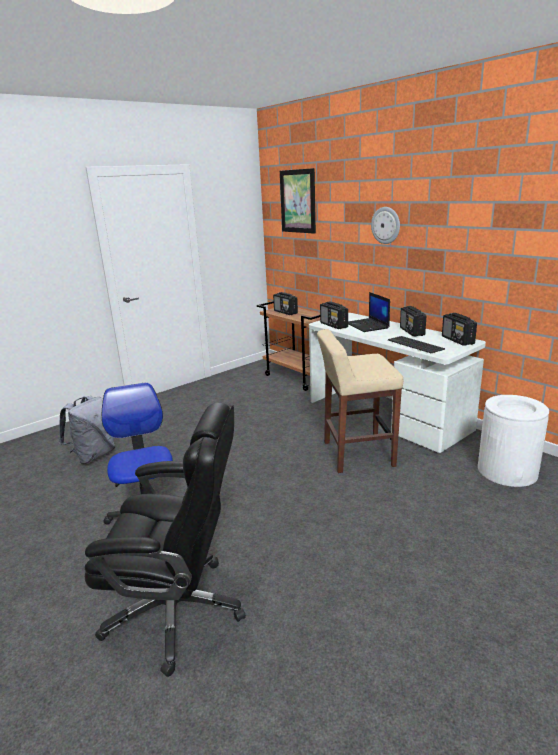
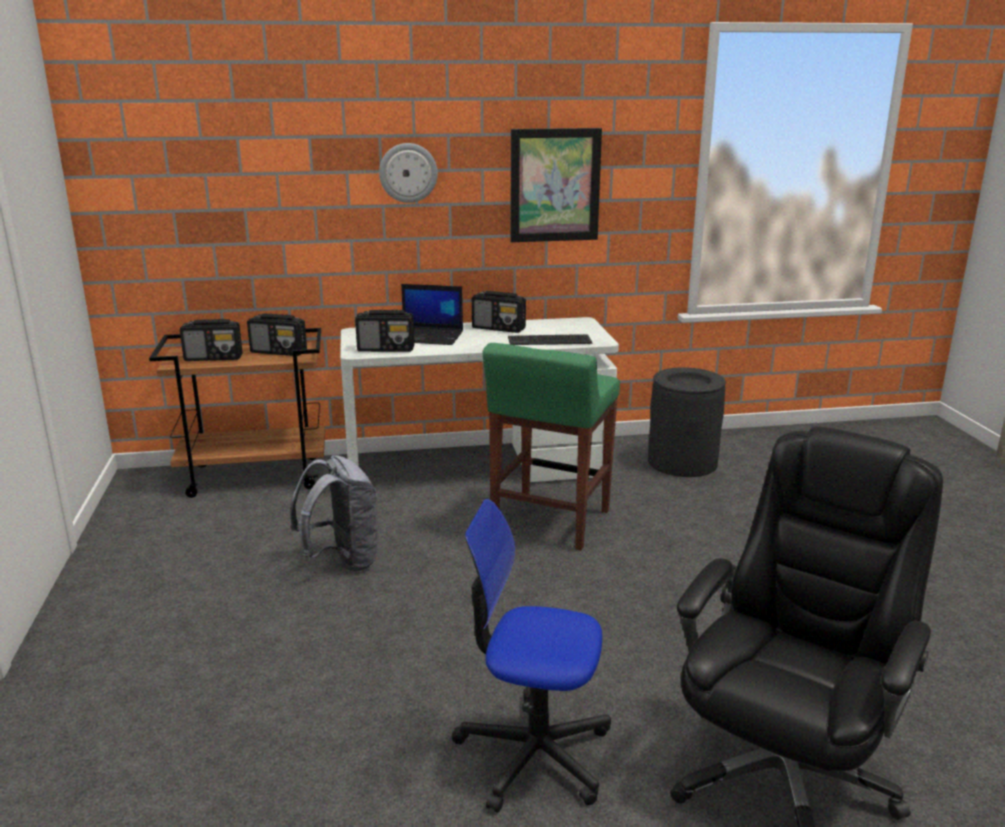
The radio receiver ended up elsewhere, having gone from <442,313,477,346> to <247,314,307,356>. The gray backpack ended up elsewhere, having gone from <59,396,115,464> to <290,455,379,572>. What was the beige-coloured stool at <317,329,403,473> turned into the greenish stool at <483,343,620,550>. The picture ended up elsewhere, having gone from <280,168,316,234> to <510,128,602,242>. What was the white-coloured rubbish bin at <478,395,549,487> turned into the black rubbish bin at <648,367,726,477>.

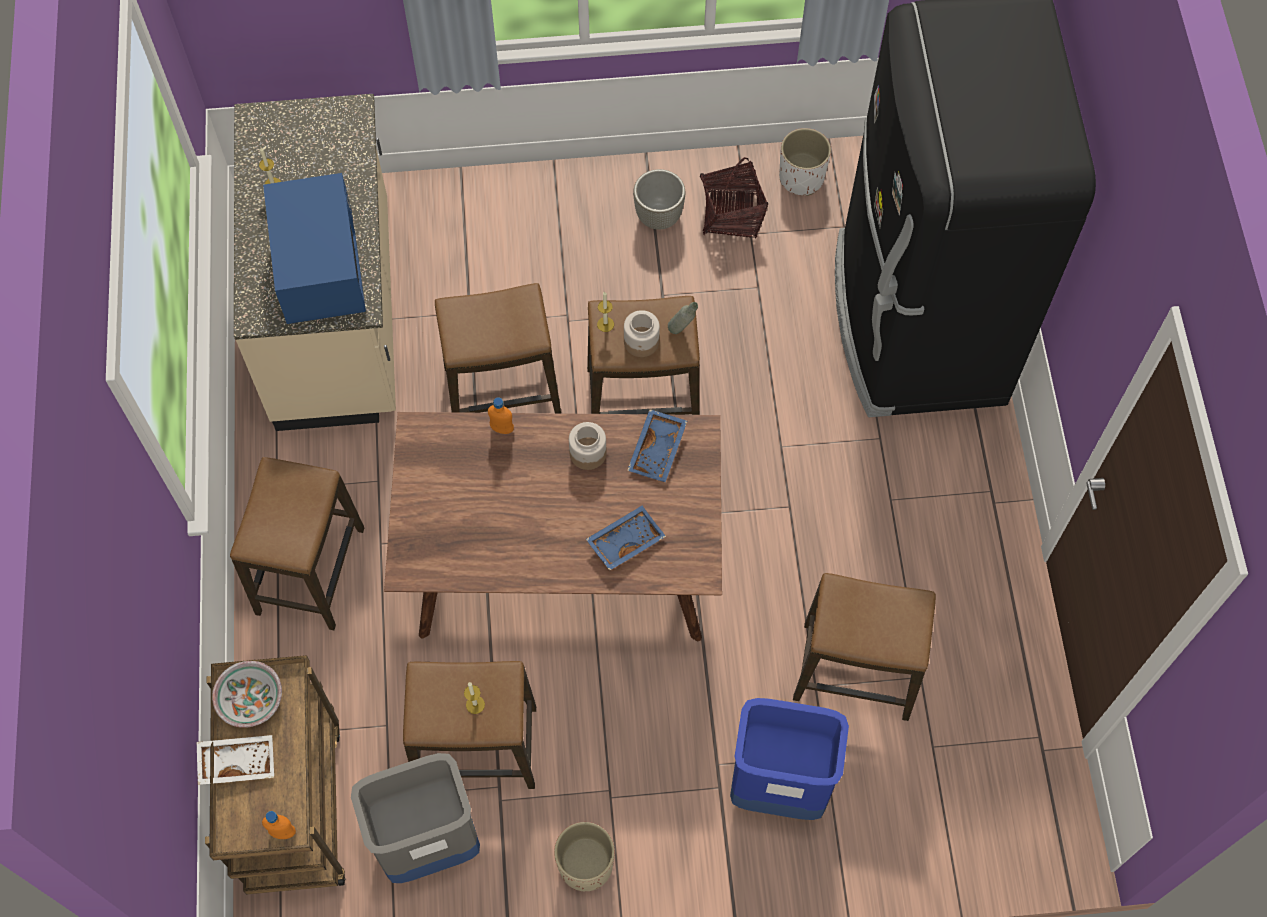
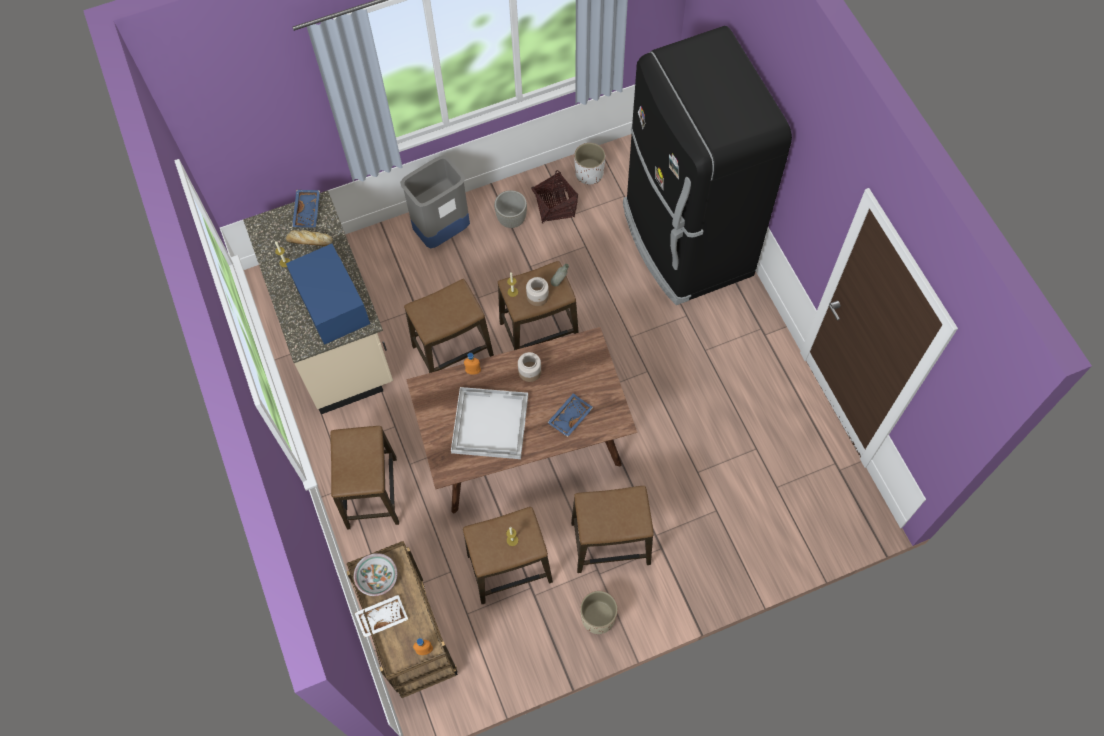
The second view gained the bread at <286,230,333,246>. The blue carrying tray ended up elsewhere, having gone from <627,409,687,482> to <292,190,320,227>. The gray rubbish bin ended up elsewhere, having gone from <351,753,480,883> to <400,155,470,248>. The second view gained the white-coloured carrying tray at <451,387,528,459>. The stool ended up elsewhere, having gone from <793,573,936,721> to <571,486,654,573>. The second view lost the blue rubbish bin at <730,698,849,820>.

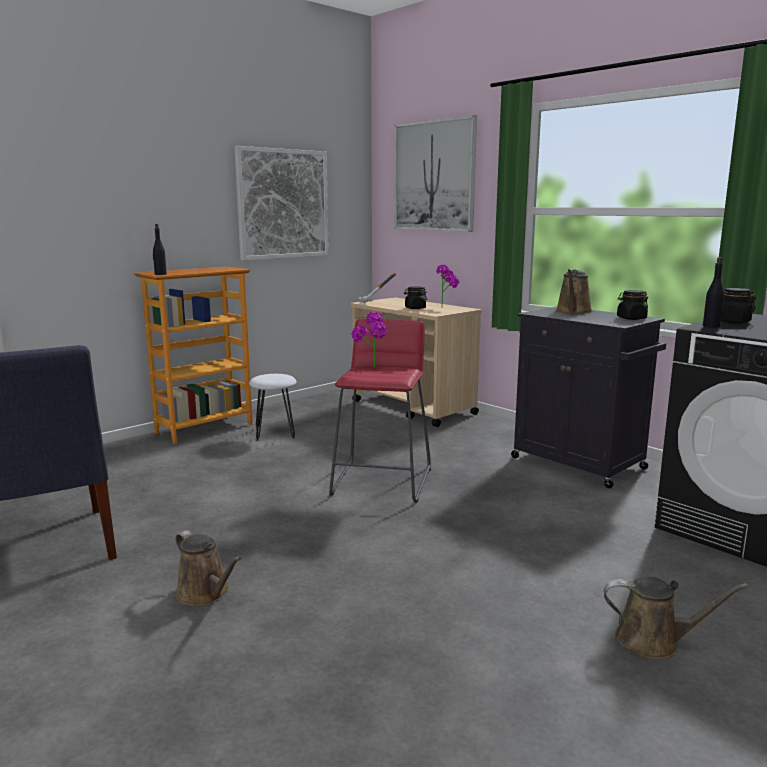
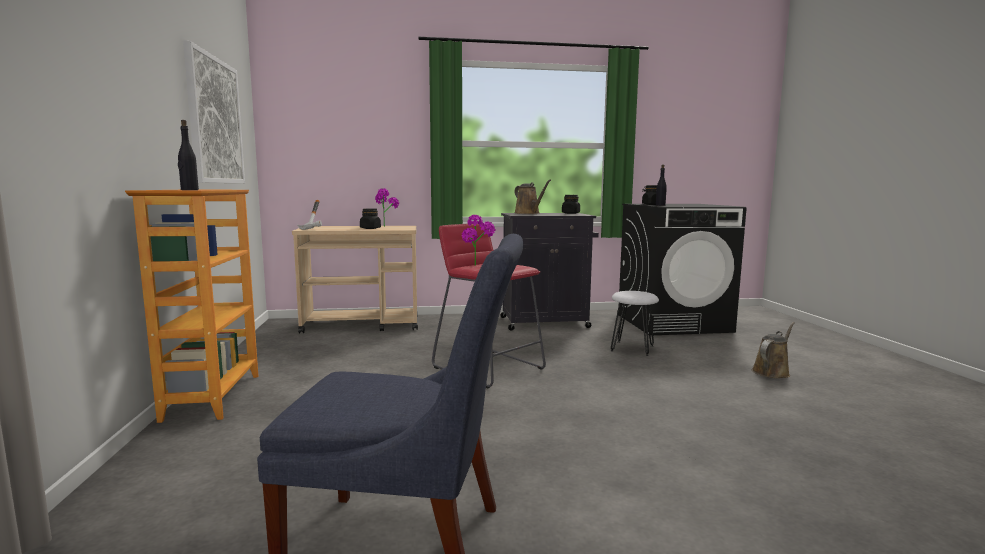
The white-coloured stool ended up elsewhere, having gone from <249,374,297,441> to <611,291,659,356>. The second view lost the brownish sprinkling can at <176,530,242,606>. The second view lost the picture at <394,115,477,232>.

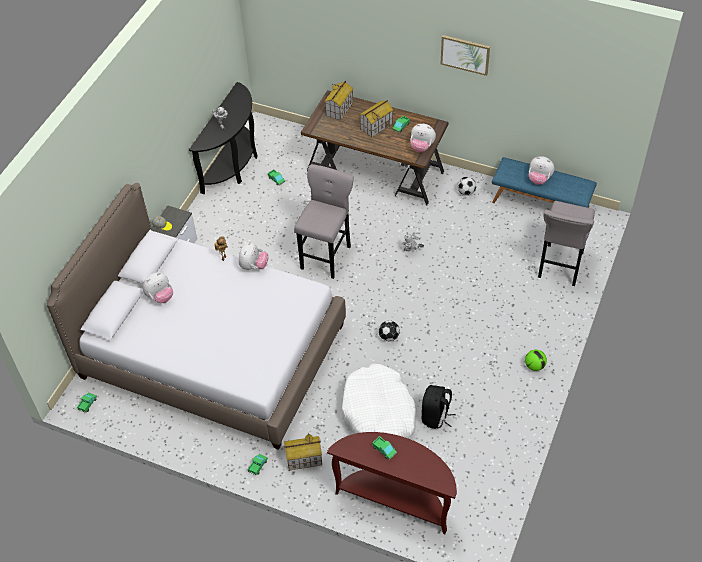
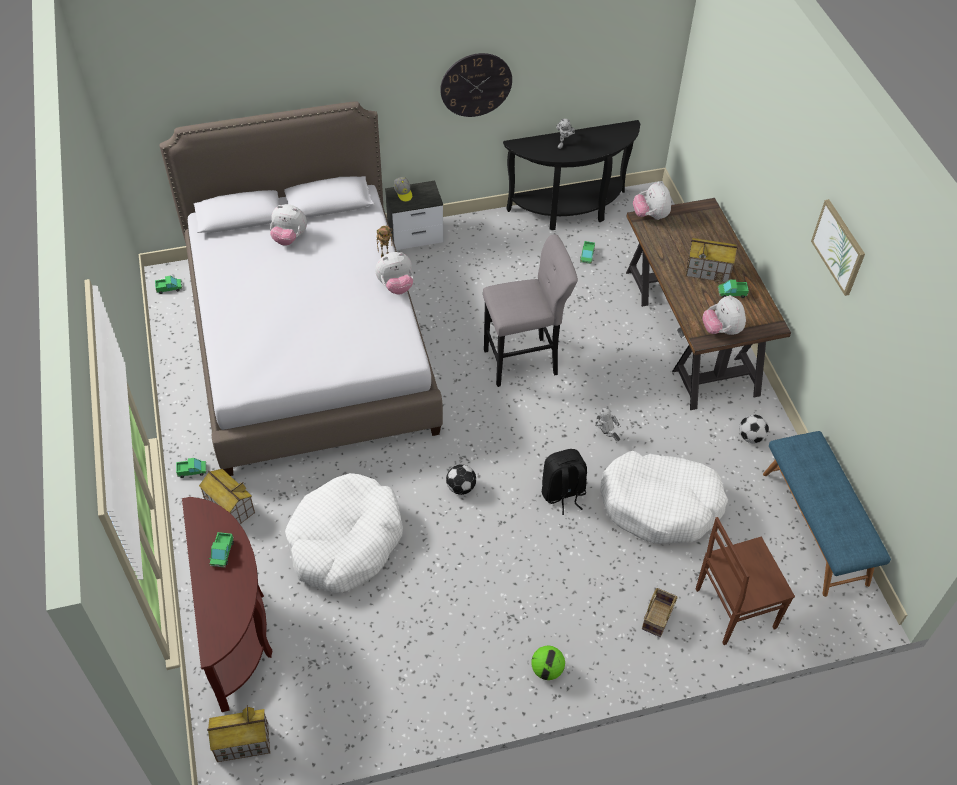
The model house ended up elsewhere, having gone from <324,81,353,121> to <207,705,270,762>. The second view gained the wall clock at <440,53,512,117>. The black backpack ended up elsewhere, having gone from <422,385,455,429> to <542,449,587,515>. The second view gained the white-coloured dog bed at <600,451,728,544>. The cuddly toy ended up elsewhere, having gone from <529,156,555,185> to <633,181,671,220>. The second view gained the basket at <642,588,678,637>. Where the gray stool stood at <538,201,595,286>, the brownish chair came to stand at <696,517,795,645>.

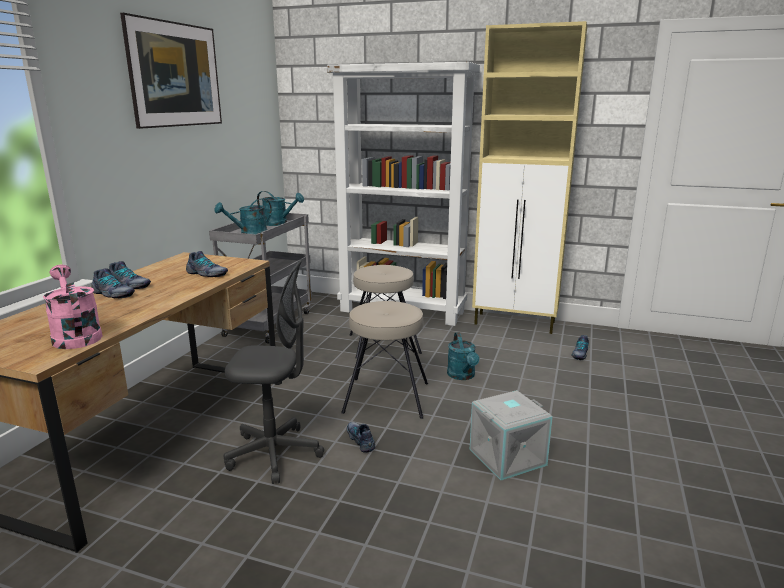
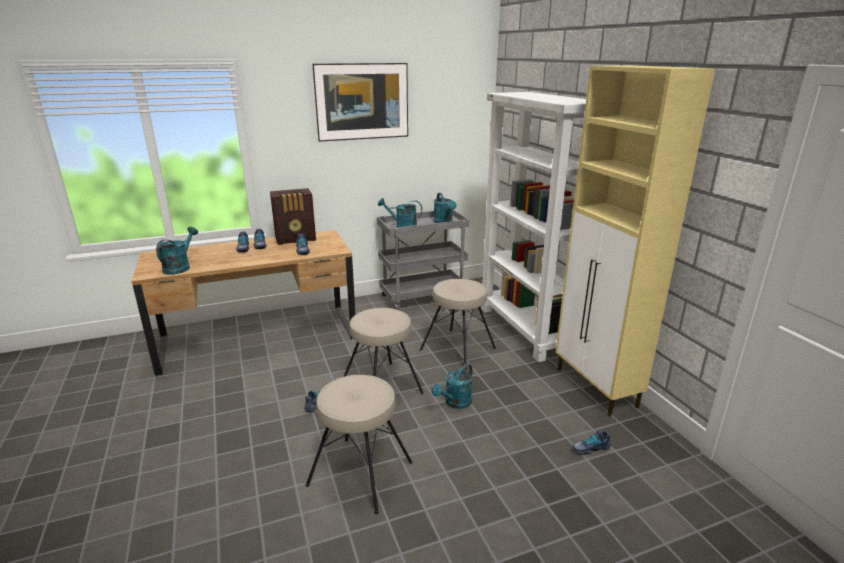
What was the pinkish sprinkling can at <43,265,103,349> turned into the blue-green sprinkling can at <156,227,198,275>. The second view gained the radio receiver at <270,188,316,245>. Where the gray storage container stood at <470,390,553,480>, the beige-coloured stool came to stand at <306,375,412,514>. The second view lost the gray desk chair at <224,259,324,484>.

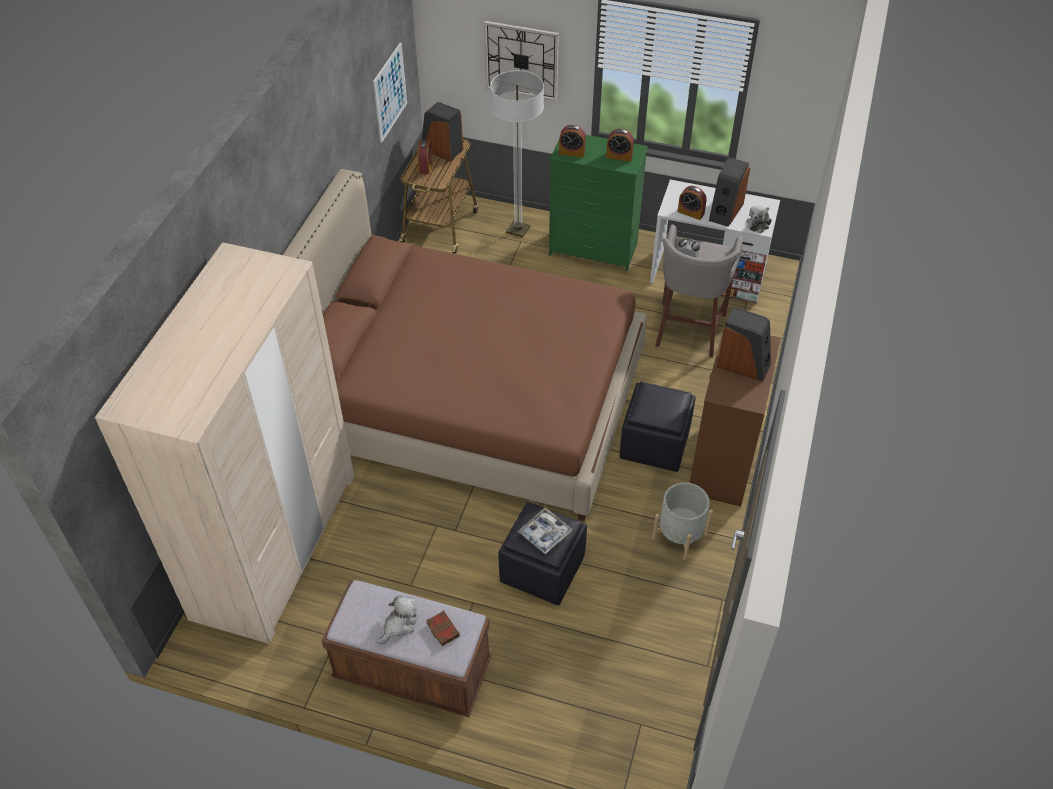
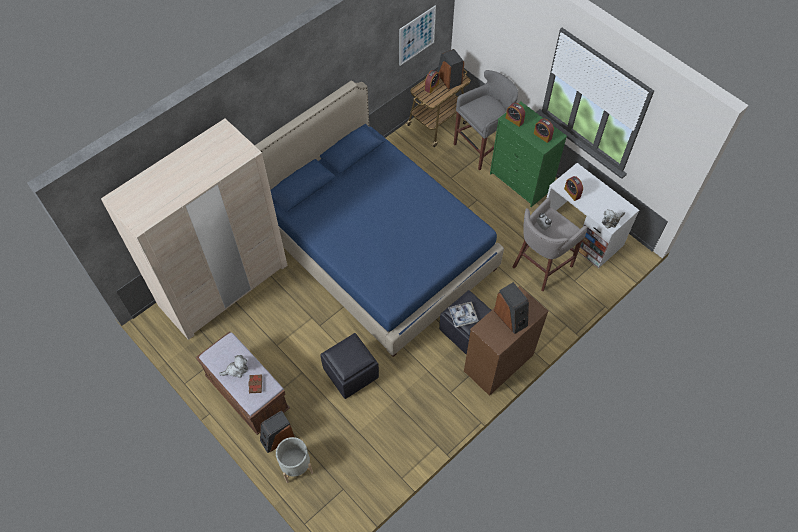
What was the brownish bedroom bed at <283,169,647,521> turned into the blue bedroom bed at <255,80,504,357>. The audio speaker ended up elsewhere, having gone from <709,157,750,227> to <260,410,295,453>. The gray planter ended up elsewhere, having gone from <652,482,713,560> to <276,437,313,483>. The carrying tray ended up elsewhere, having gone from <517,508,572,554> to <448,302,479,328>. Where the floor lamp stood at <490,70,544,238>, the gray stool came to stand at <454,70,518,171>. The second view lost the wall clock at <484,21,559,101>.

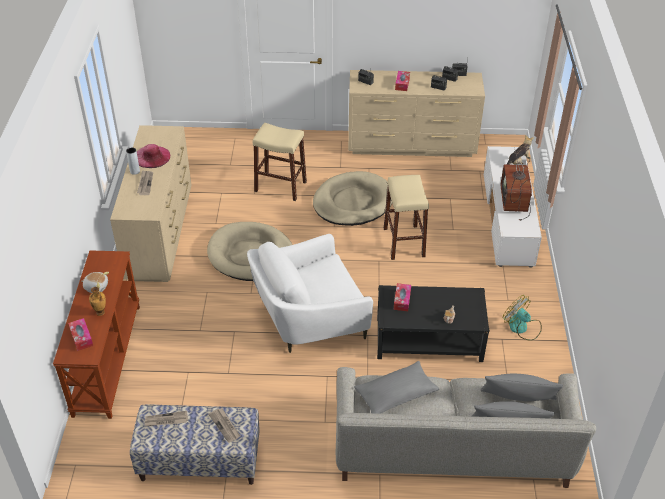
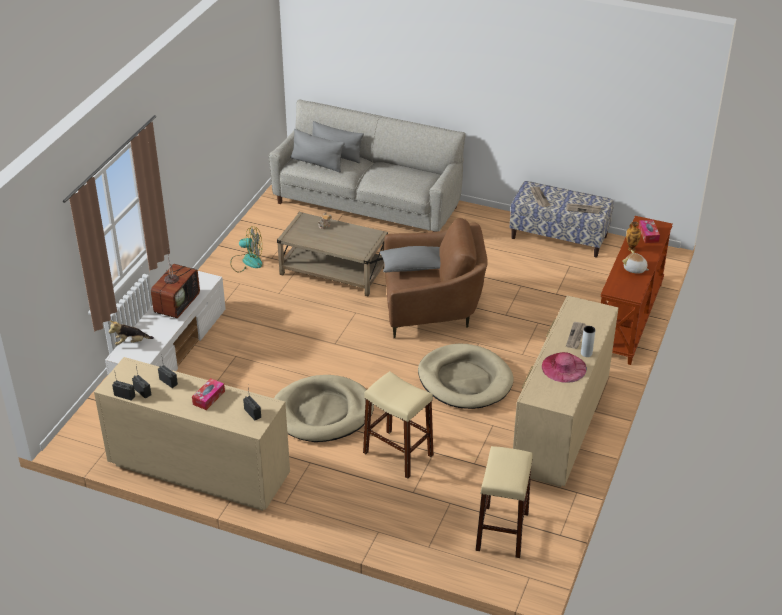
The electric fan at <503,295,542,341> ended up facing another way, 60 degrees counterclockwise from before. What was the black low table at <377,285,490,362> turned into the beige-coloured low table at <277,212,388,296>. The gray throw pillow ended up elsewhere, having gone from <354,361,439,414> to <380,246,440,273>. What was the white-coloured armchair at <247,234,373,353> turned into the brownish armchair at <384,218,488,338>. The beige-coloured stool ended up elsewhere, having gone from <384,175,429,260> to <475,446,533,558>. The second view lost the tissue holder at <394,283,411,311>.

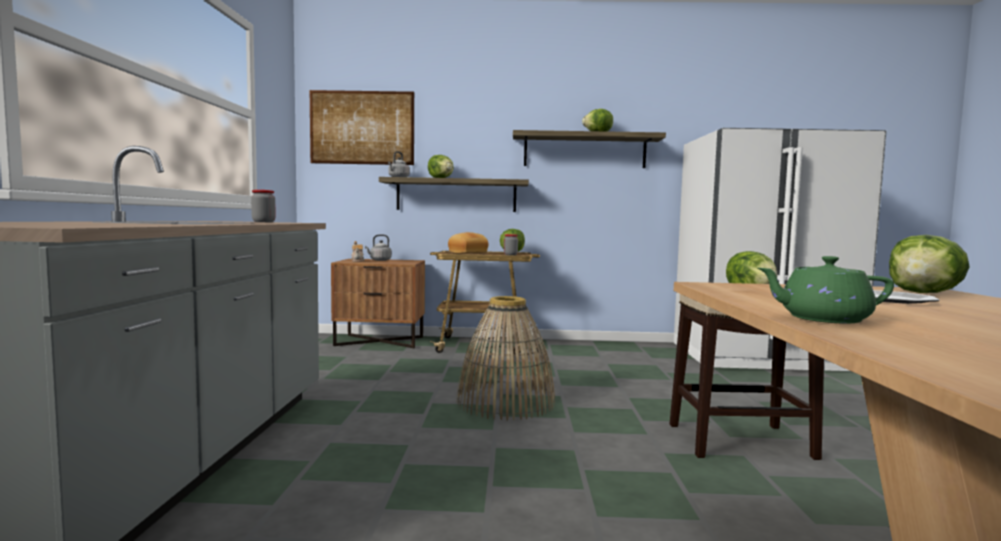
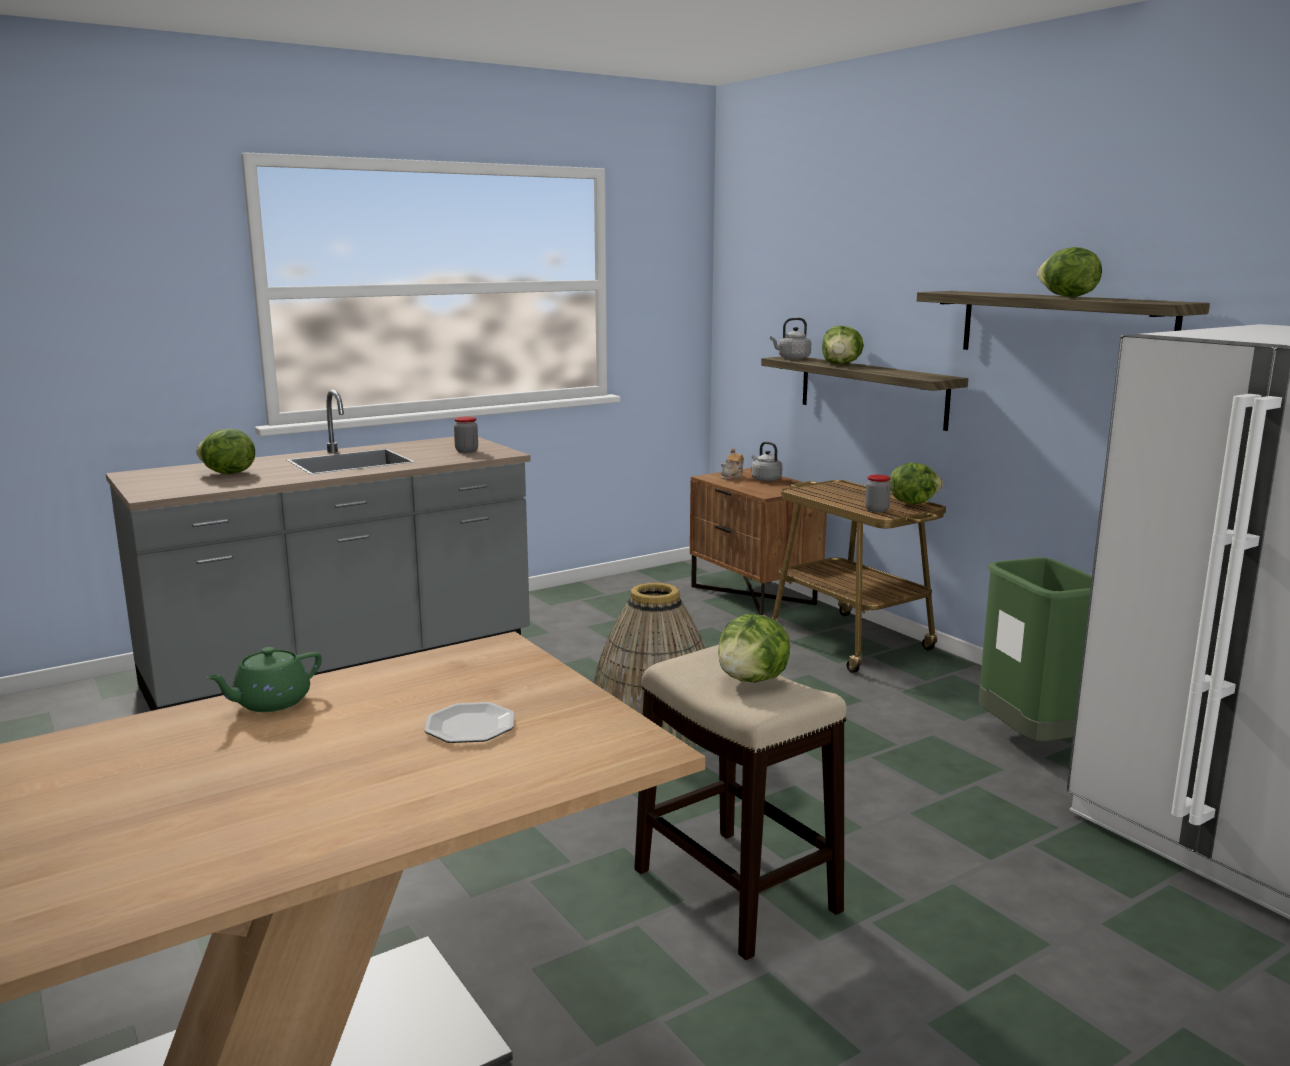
The lettuce ended up elsewhere, having gone from <889,235,970,293> to <196,429,255,474>. The greenish pot for tea at <758,256,894,324> ended up facing another way, 105 degrees counterclockwise from before. The second view gained the greenish rubbish bin at <978,557,1092,742>. The second view lost the picture at <310,90,414,165>. The second view lost the bread at <448,232,489,253>.

